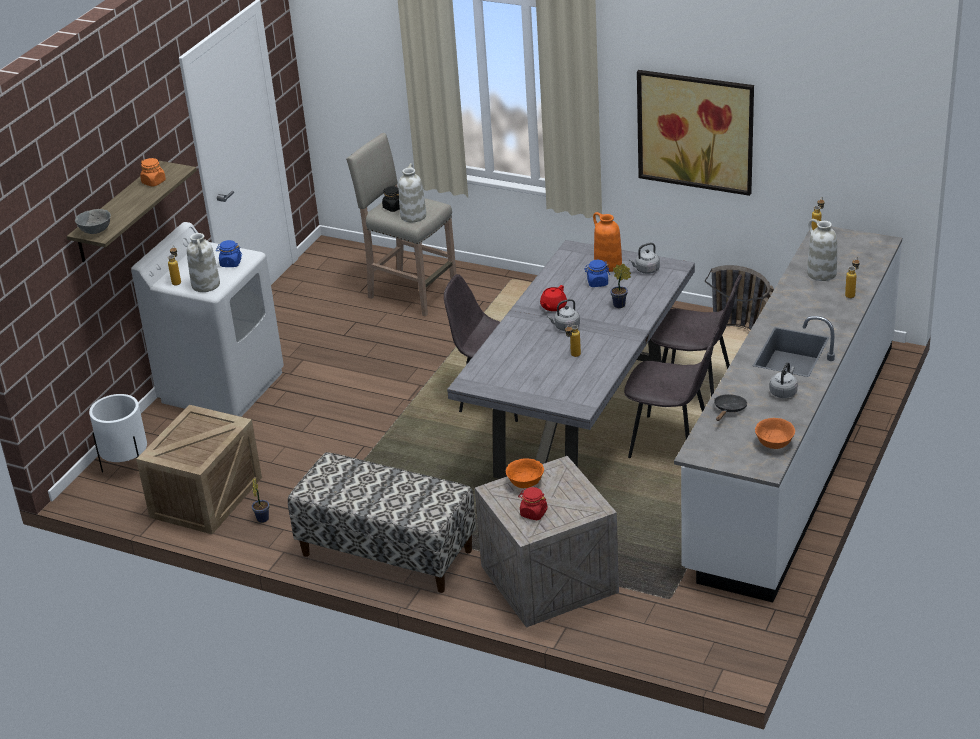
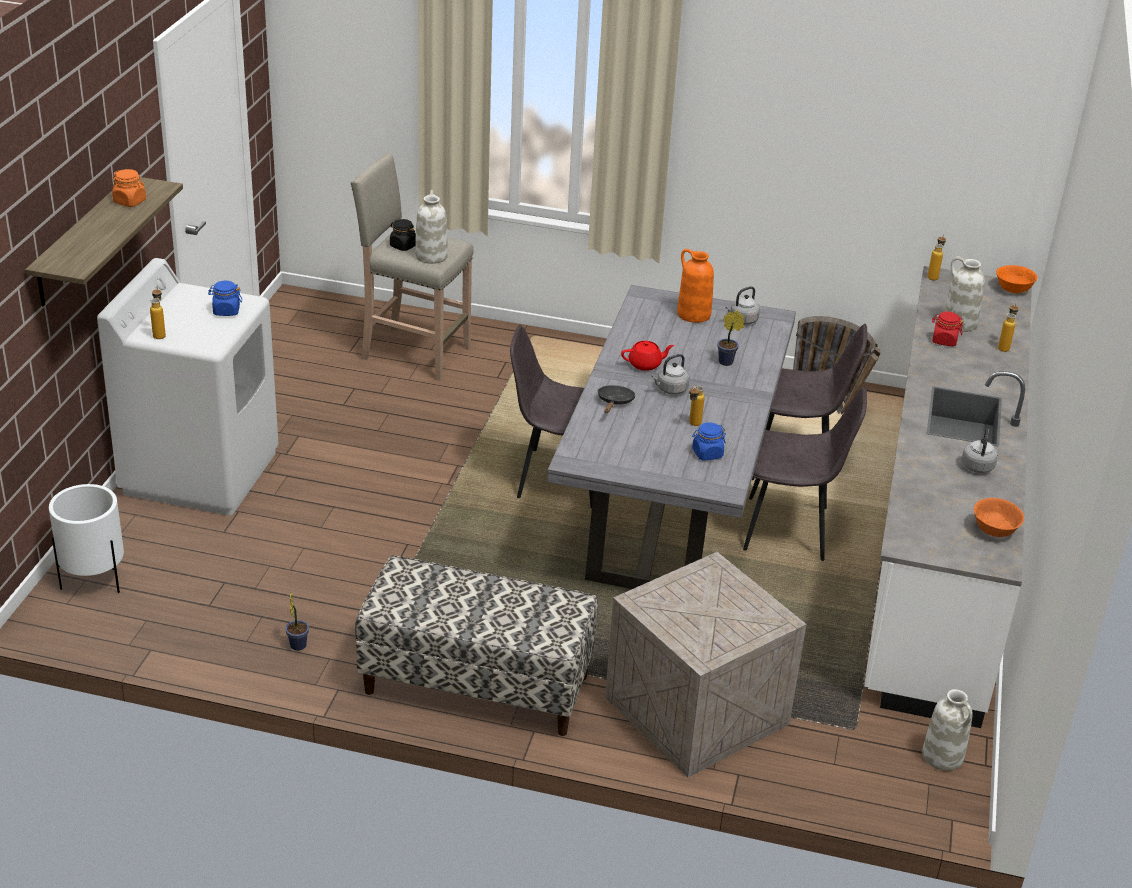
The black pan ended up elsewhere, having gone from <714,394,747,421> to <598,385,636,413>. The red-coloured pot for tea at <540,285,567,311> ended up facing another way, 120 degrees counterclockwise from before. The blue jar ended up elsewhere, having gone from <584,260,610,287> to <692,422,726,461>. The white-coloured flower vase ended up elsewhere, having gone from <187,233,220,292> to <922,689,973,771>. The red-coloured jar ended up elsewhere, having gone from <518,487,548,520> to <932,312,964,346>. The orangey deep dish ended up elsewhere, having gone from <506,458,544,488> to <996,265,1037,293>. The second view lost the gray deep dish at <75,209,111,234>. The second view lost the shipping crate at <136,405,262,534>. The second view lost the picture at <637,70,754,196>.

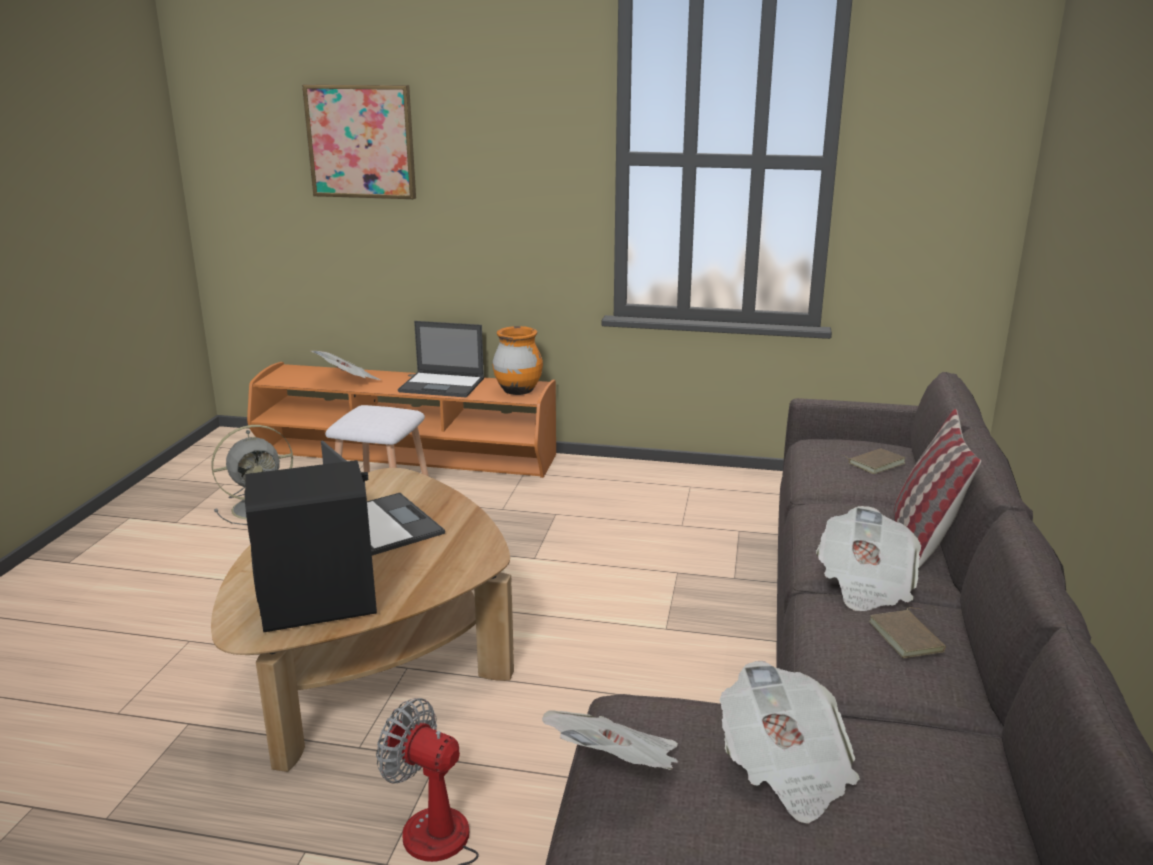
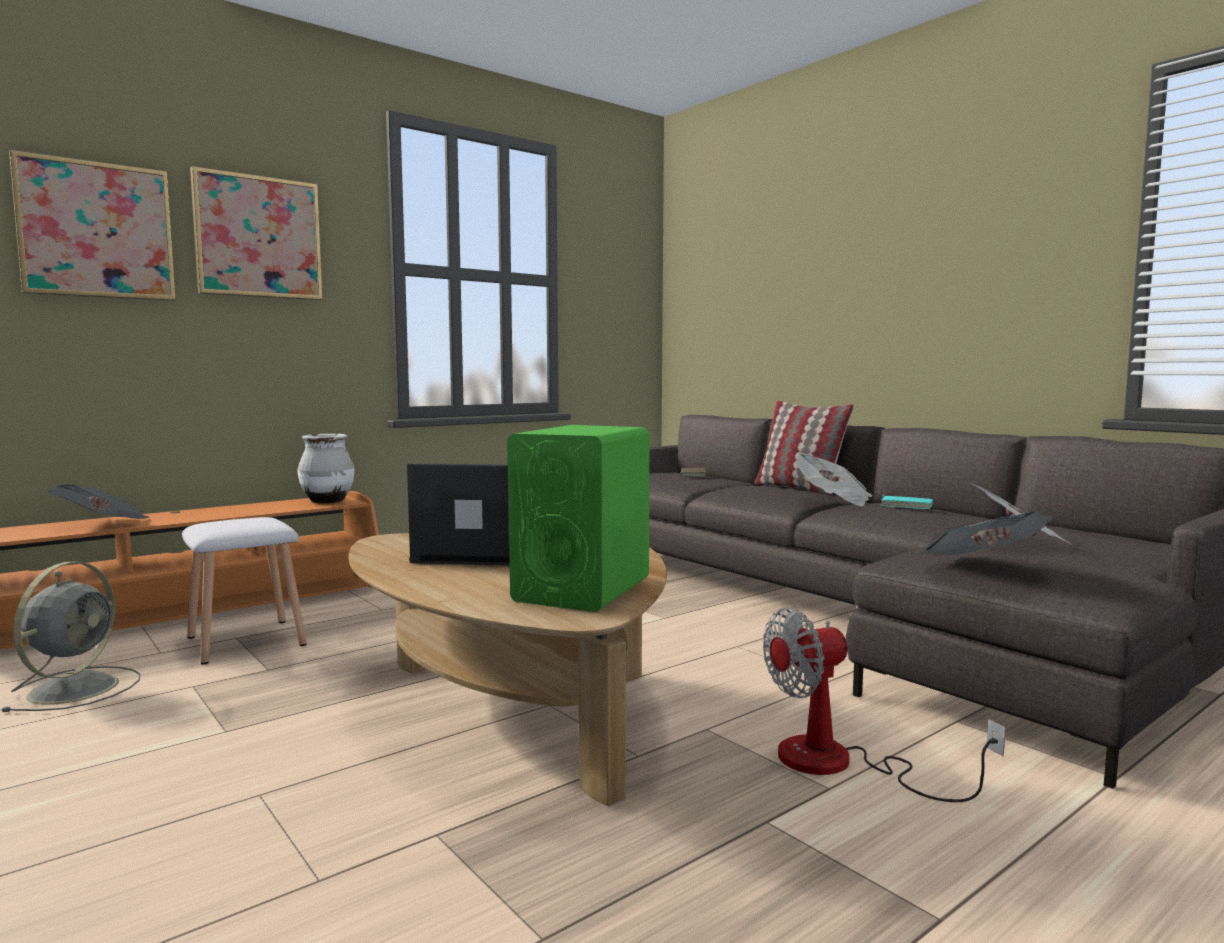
The second view gained the picture at <190,166,323,300>. What was the orangey flower vase at <492,326,543,395> turned into the white-coloured flower vase at <298,434,355,504>. What was the black audio speaker at <245,460,377,632> turned into the greenish audio speaker at <507,425,649,612>. What was the brownish book at <869,607,946,658> turned into the blue-green book at <880,495,933,509>. The second view lost the portable computer at <398,321,484,398>.

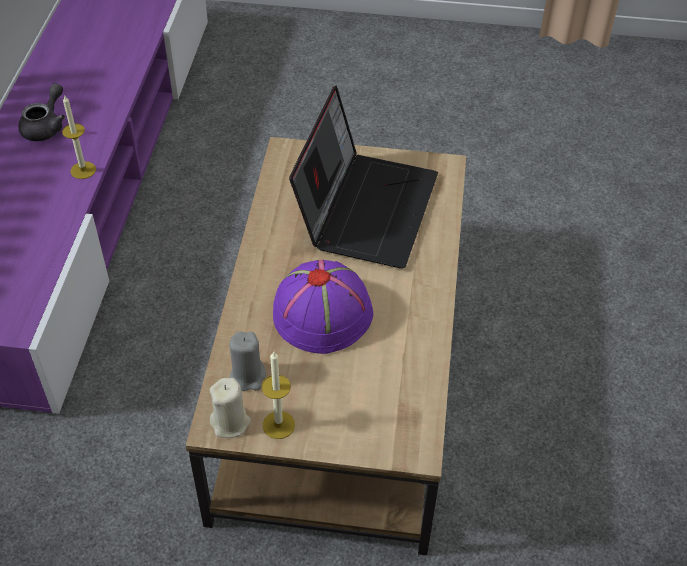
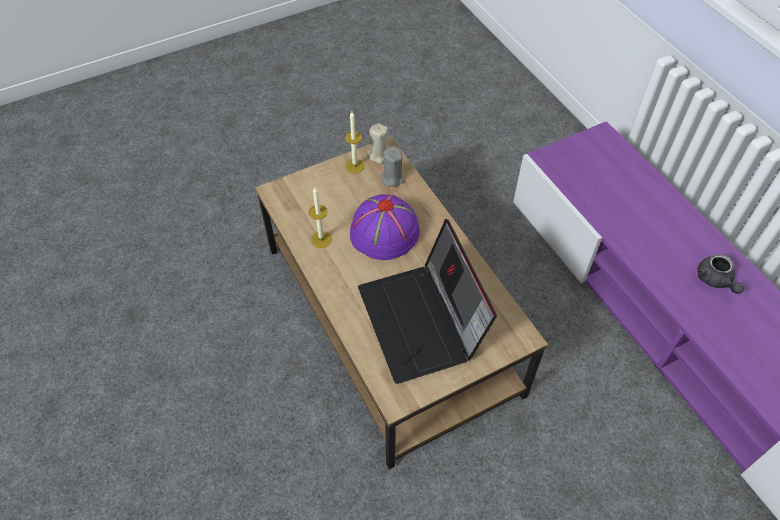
The wax light ended up elsewhere, having gone from <62,95,96,179> to <309,187,332,248>.

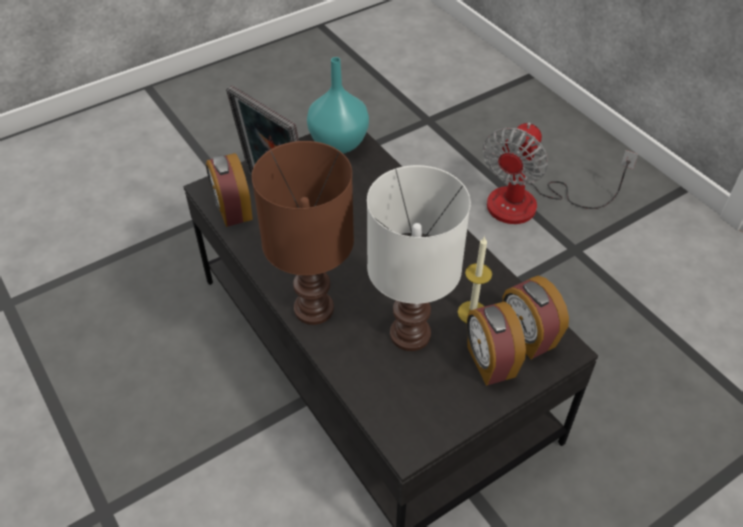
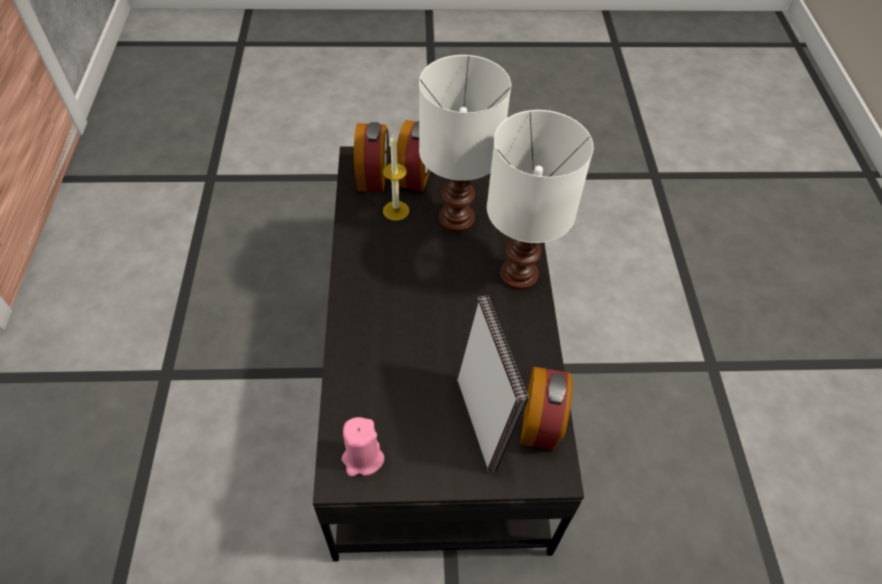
Where the blue-green flower vase stood at <307,57,369,154>, the pinkish wax light came to stand at <342,417,384,476>. What was the brownish lamp for a table at <252,141,354,325> turned into the white-coloured lamp for a table at <487,110,594,290>. The second view lost the electric fan at <483,122,638,224>.

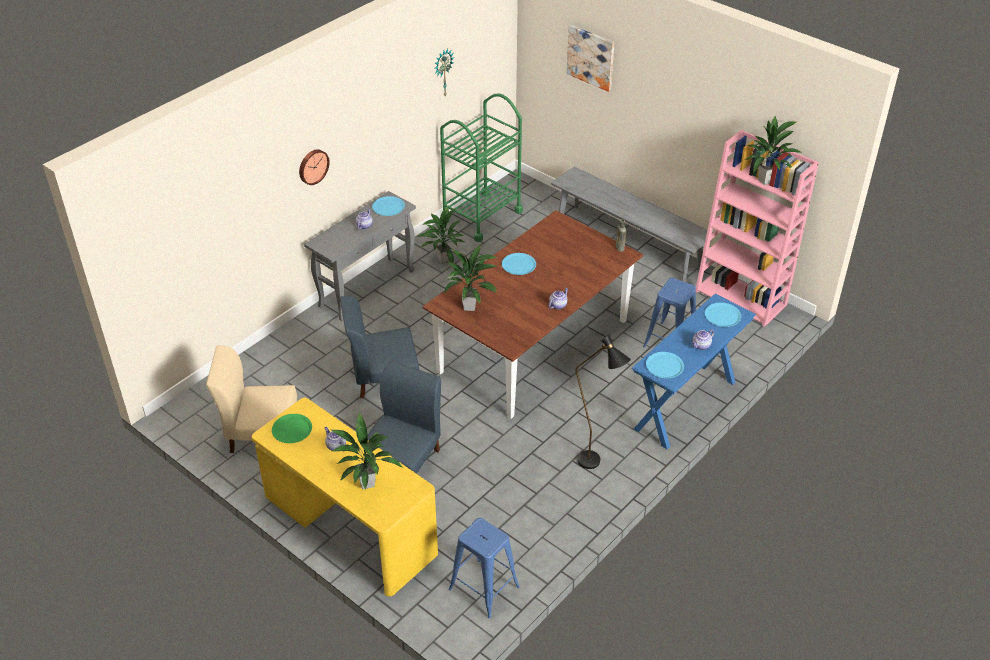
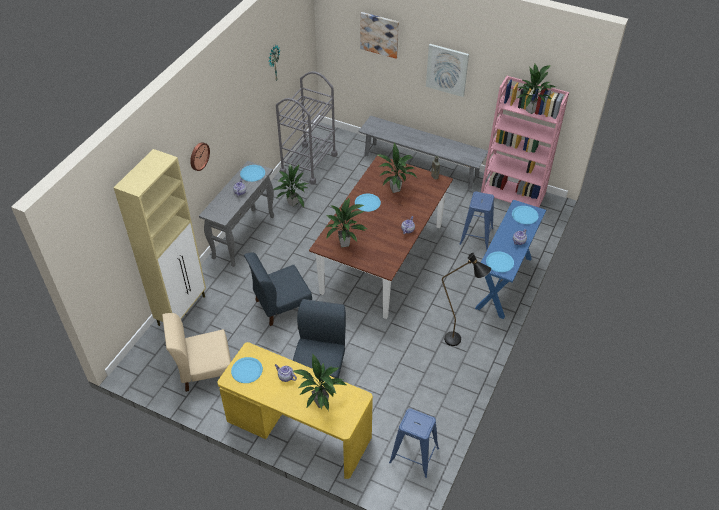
The second view gained the beige-coloured storage cabinet at <114,149,206,326>. What was the greenish dinner plate at <272,414,312,443> turned into the blue dinner plate at <231,357,263,383>. What was the greenish cart at <440,93,523,242> turned into the gray cart at <276,71,337,185>. The second view gained the houseplant at <376,142,418,193>. The second view gained the picture at <426,44,469,97>.

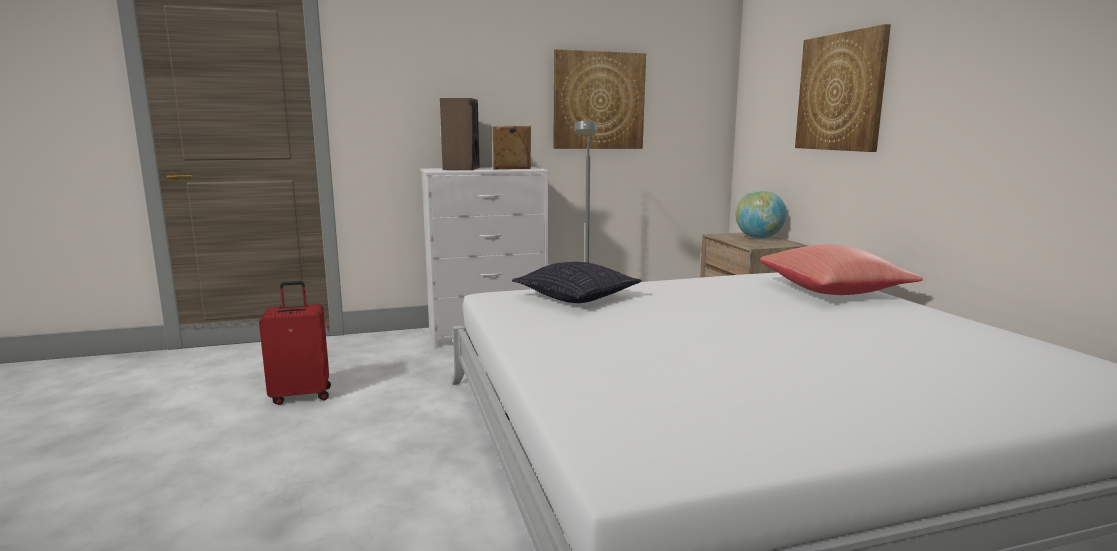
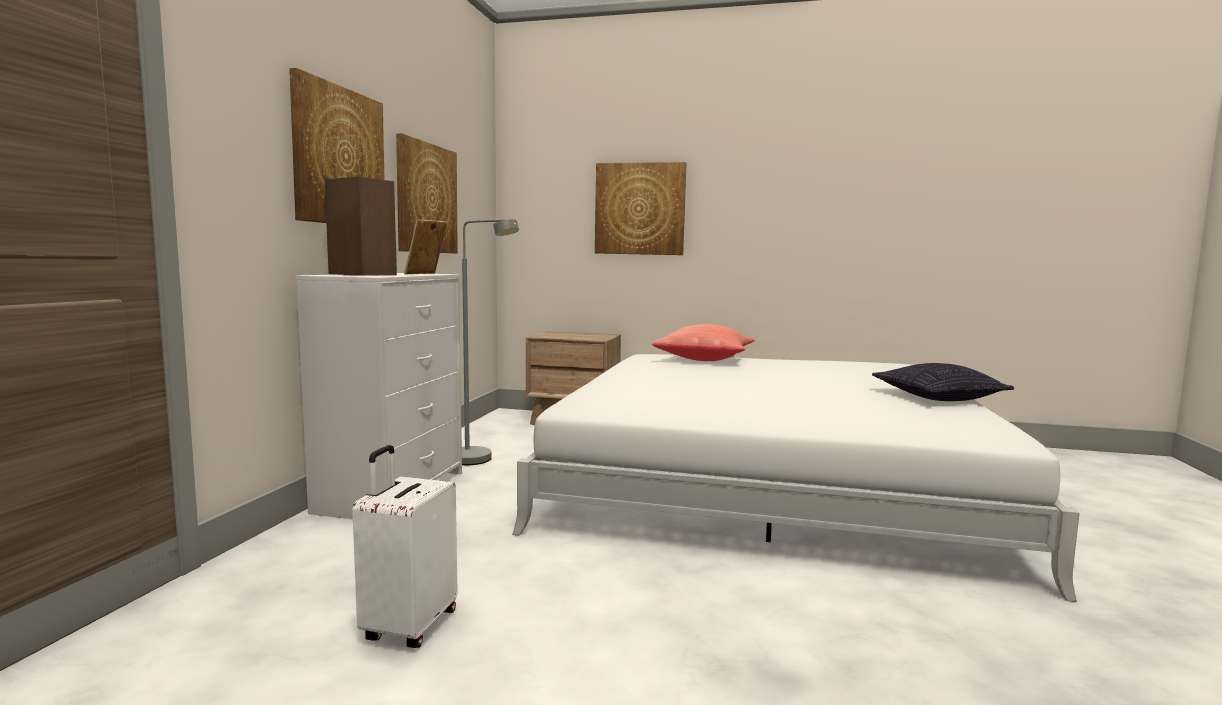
The second view gained the picture at <289,68,385,223>. What was the red-coloured travel case at <259,281,331,405> turned into the white-coloured travel case at <352,445,458,648>. The throw pillow ended up elsewhere, having gone from <512,262,642,303> to <872,363,1014,401>. The second view lost the globe at <736,190,786,239>.

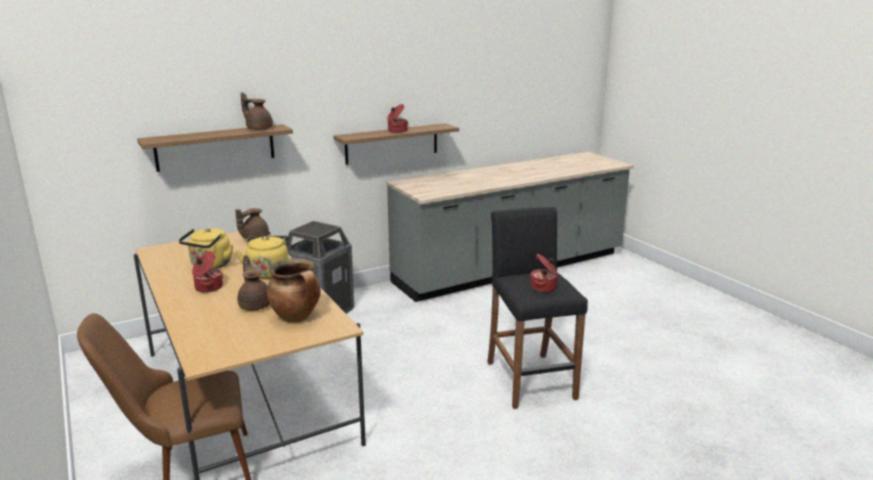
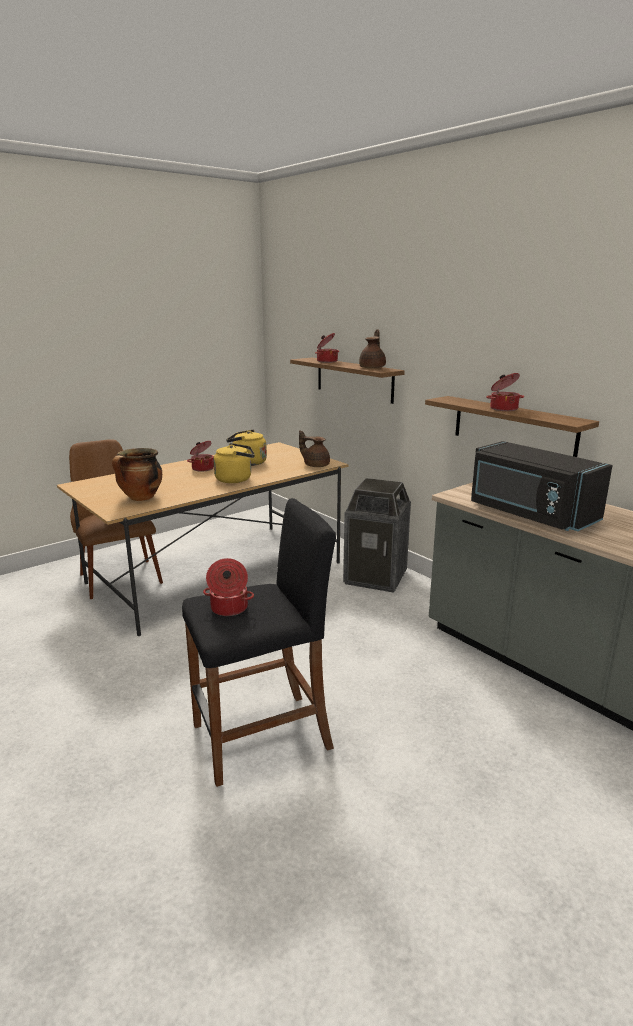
The second view gained the cooking pot at <315,333,339,363>. The second view gained the black microwave at <471,441,613,531>. The second view lost the brownish pot for tea at <237,255,270,311>.

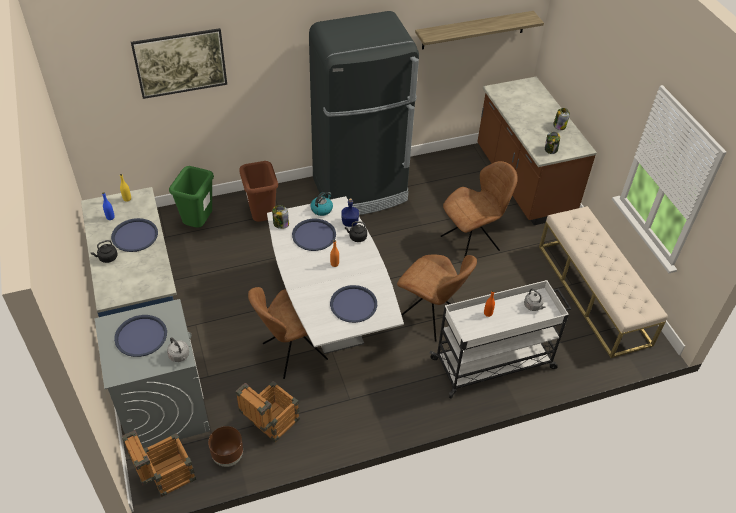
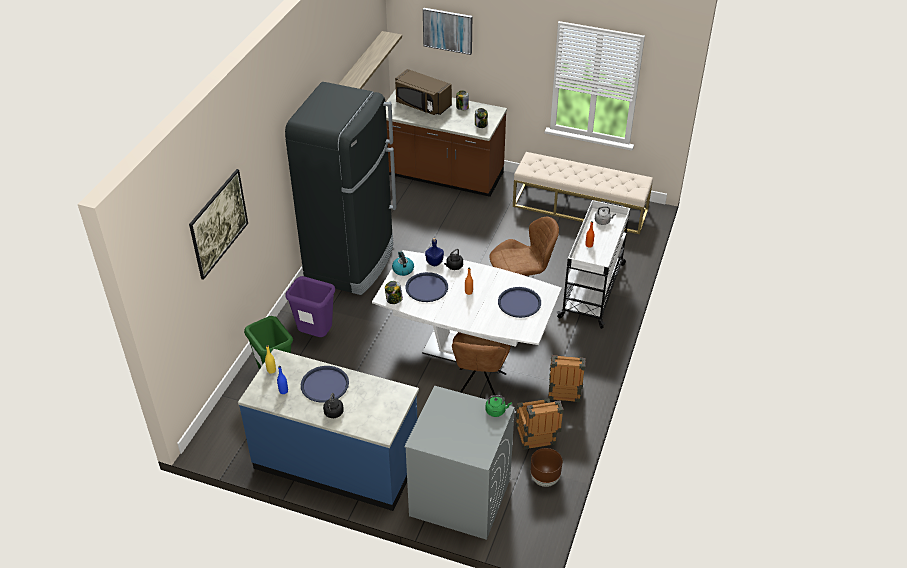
What was the brownish rubbish bin at <239,161,278,222> turned into the purplish rubbish bin at <285,276,335,337>. The second view gained the brownish microwave at <395,69,452,115>. The second view gained the picture at <423,8,472,55>. What was the gray tea kettle at <167,337,189,362> turned into the greenish tea kettle at <485,395,512,417>. The shipping crate ended up elsewhere, having gone from <122,430,196,497> to <548,355,586,402>. The second view lost the blue carrying tray at <114,315,167,357>. The second view lost the brownish chair at <441,161,518,257>.

